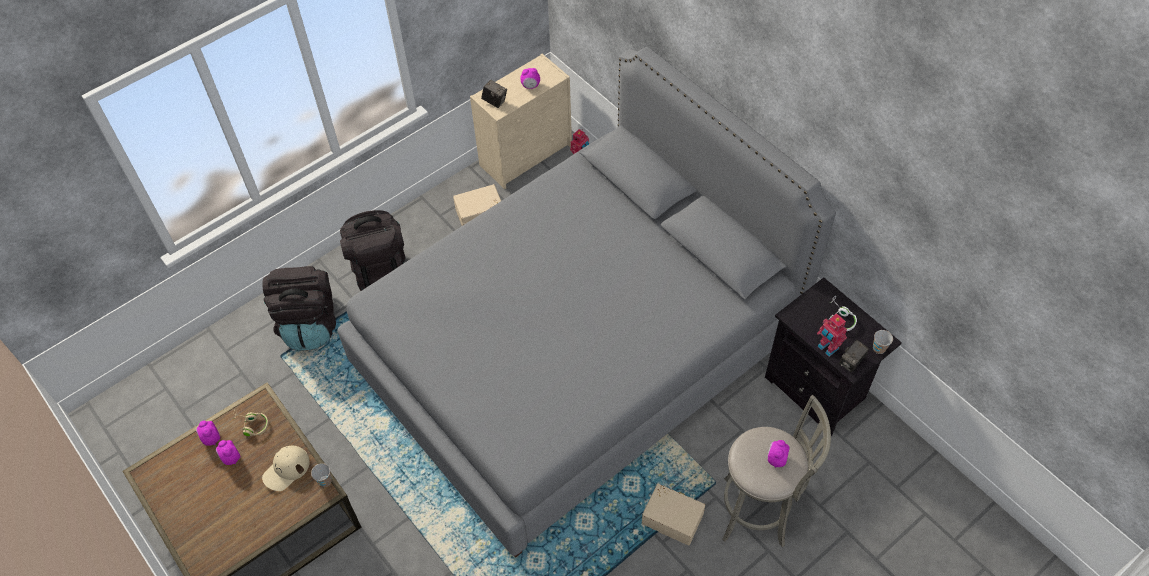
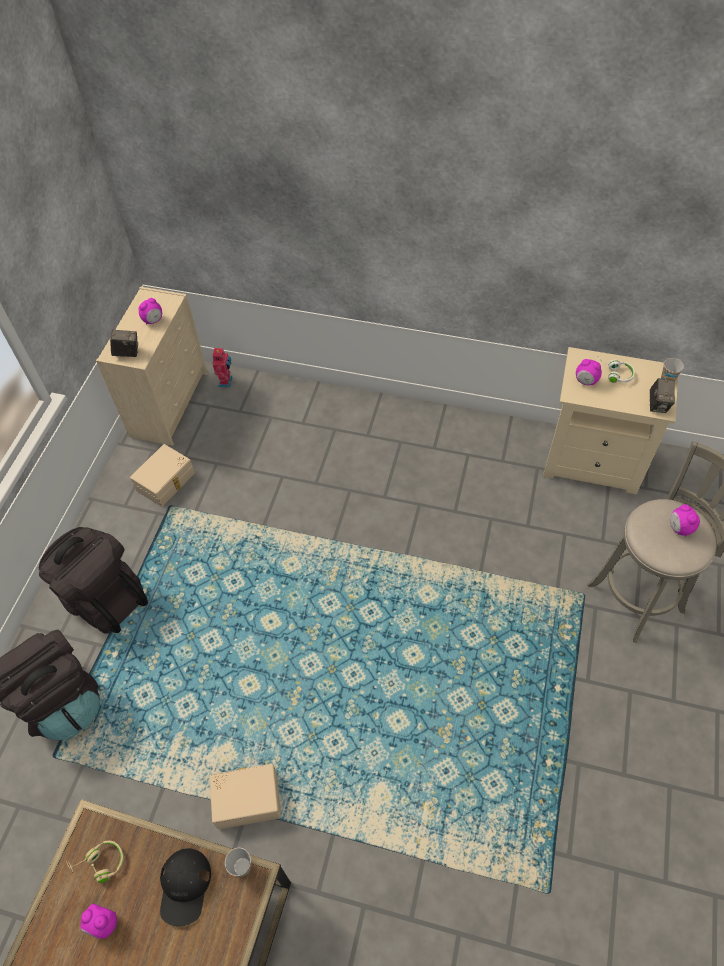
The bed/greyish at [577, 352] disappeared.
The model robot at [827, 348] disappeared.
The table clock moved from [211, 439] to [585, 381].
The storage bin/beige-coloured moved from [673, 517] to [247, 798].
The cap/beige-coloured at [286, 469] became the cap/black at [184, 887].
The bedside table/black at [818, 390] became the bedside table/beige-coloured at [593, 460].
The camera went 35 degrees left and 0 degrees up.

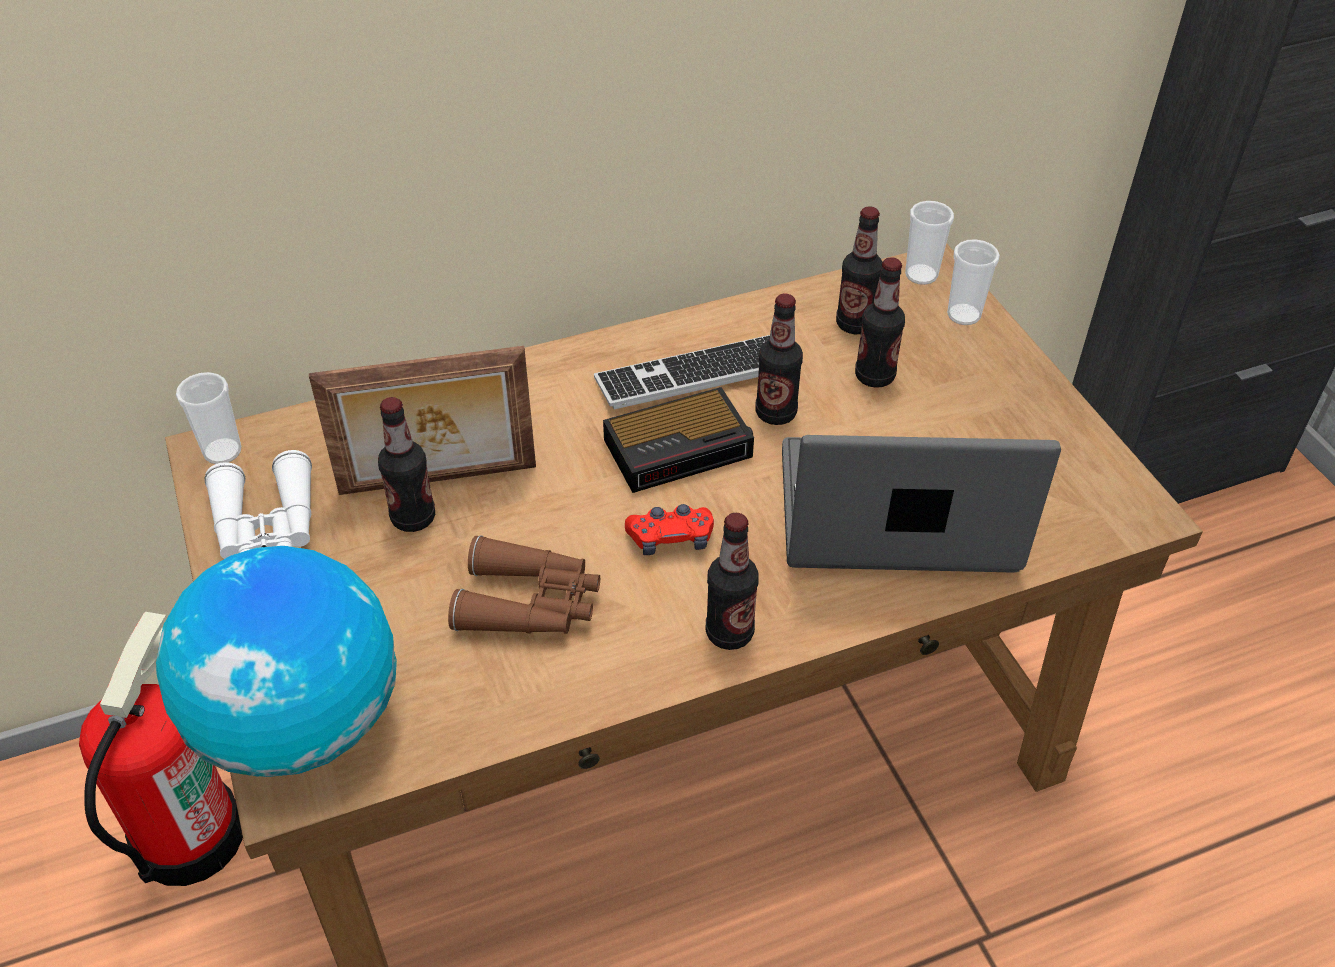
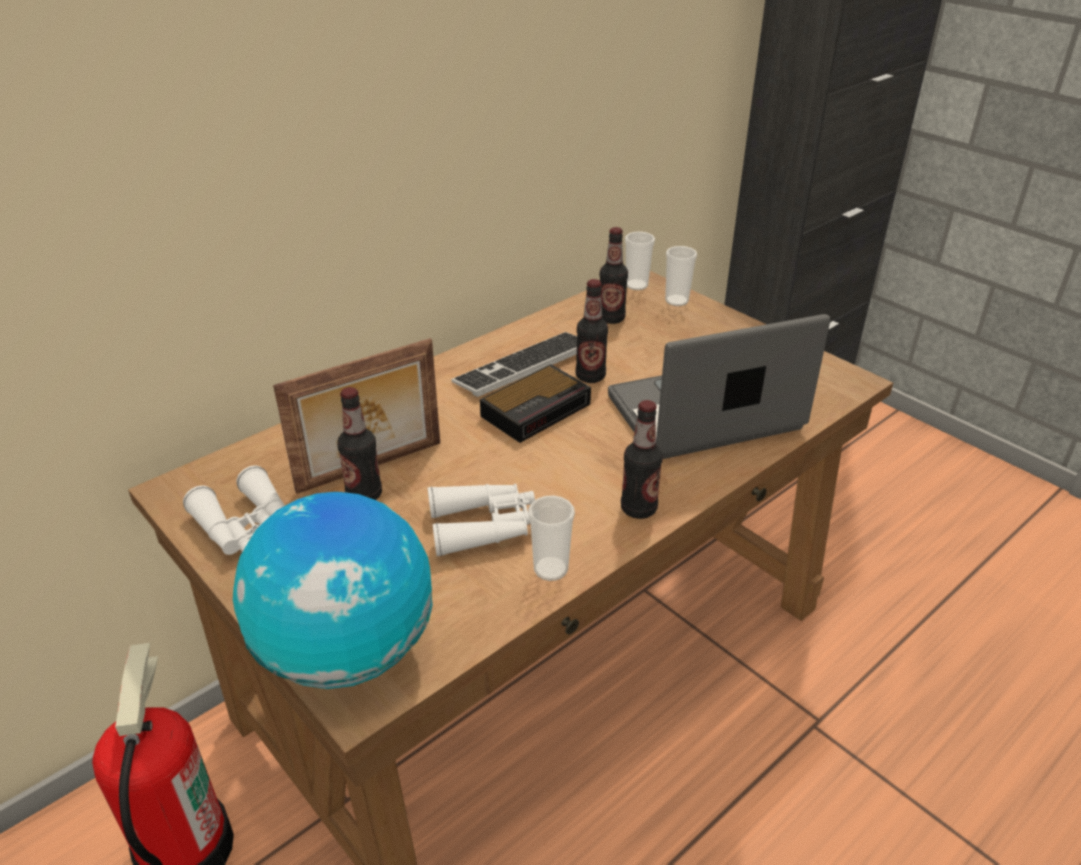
The game controller/red at [671, 538] disappeared.
The drink bottle at [874, 376] disappeared.
The small cup moved from [222, 452] to [550, 569].
The pair of binoculars/brown-coloured at [530, 603] became the pair of binoculars/whitish at [485, 526].
The camera went 20 degrees left and 10 degrees down.

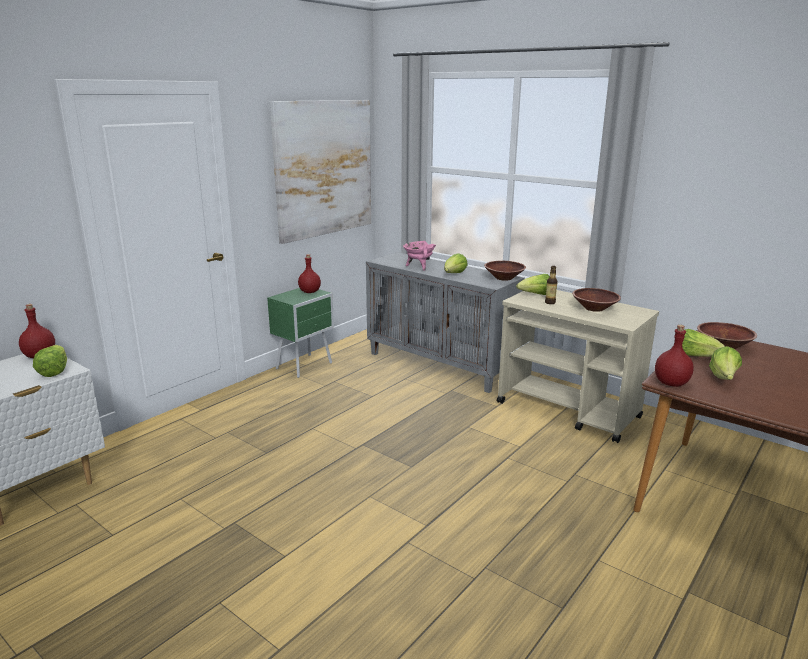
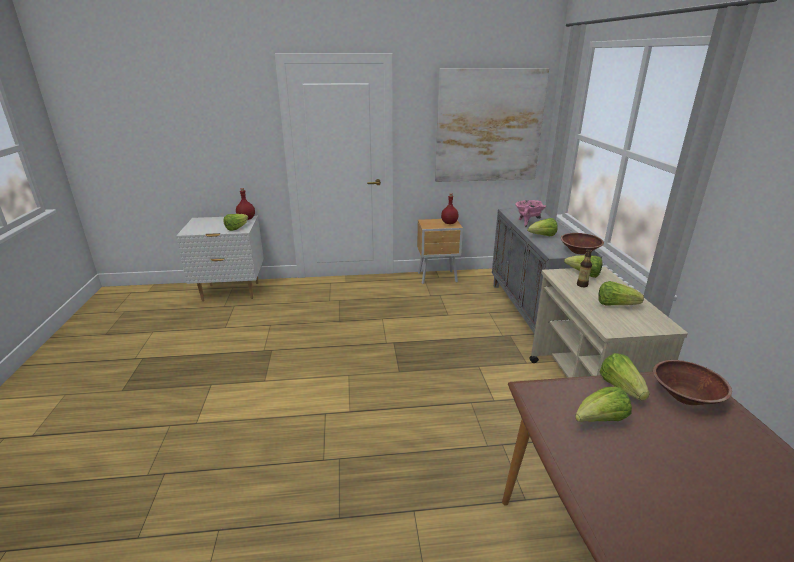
The drink bottle/red at [670, 383] disappeared.
The deep dish/brown-coloured at [594, 308] was replaced by the head of lettuce at [615, 305].
The bedside table/greenish at [305, 366] became the bedside table/brown-coloured at [438, 278].
The camera went 45 degrees right and 5 degrees up.

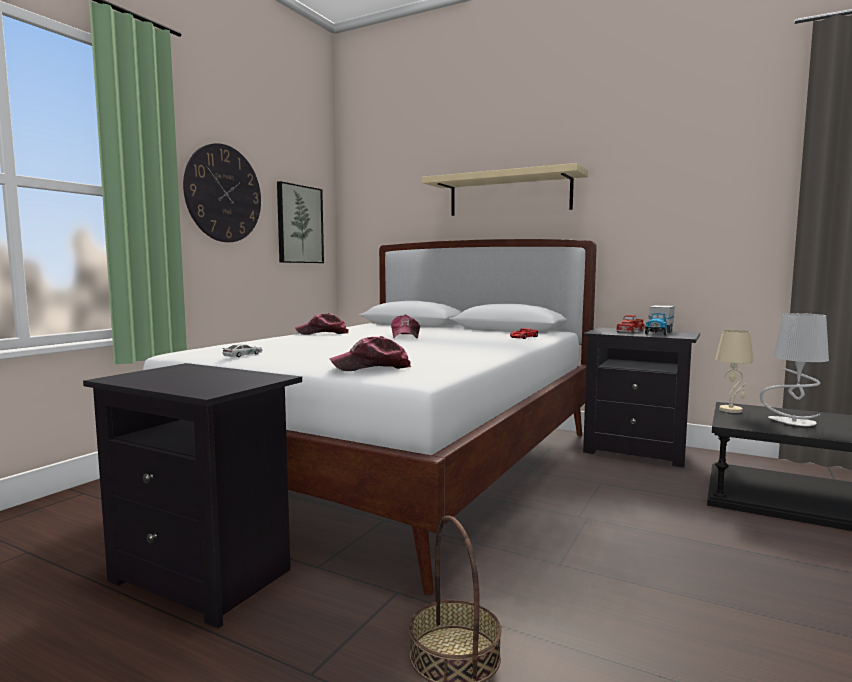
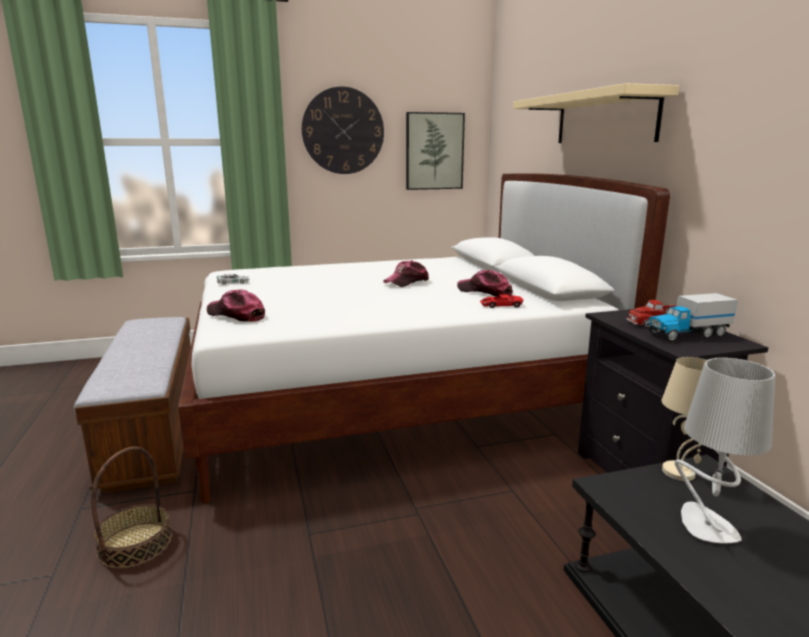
The cap moved from [322, 333] to [485, 292].
The bedside table/black at [206, 576] was replaced by the bench at [154, 429].
The camera went 45 degrees right and 10 degrees up.

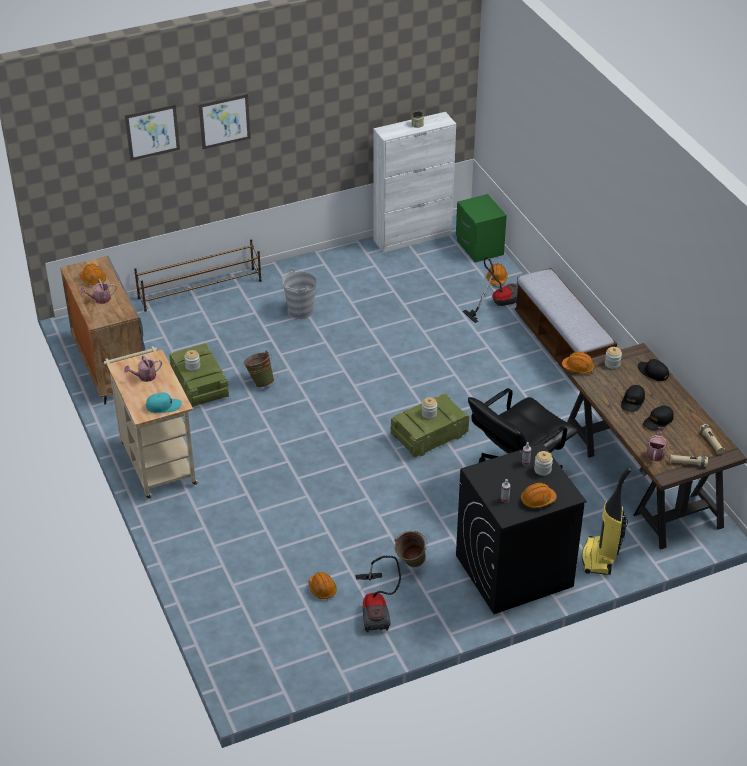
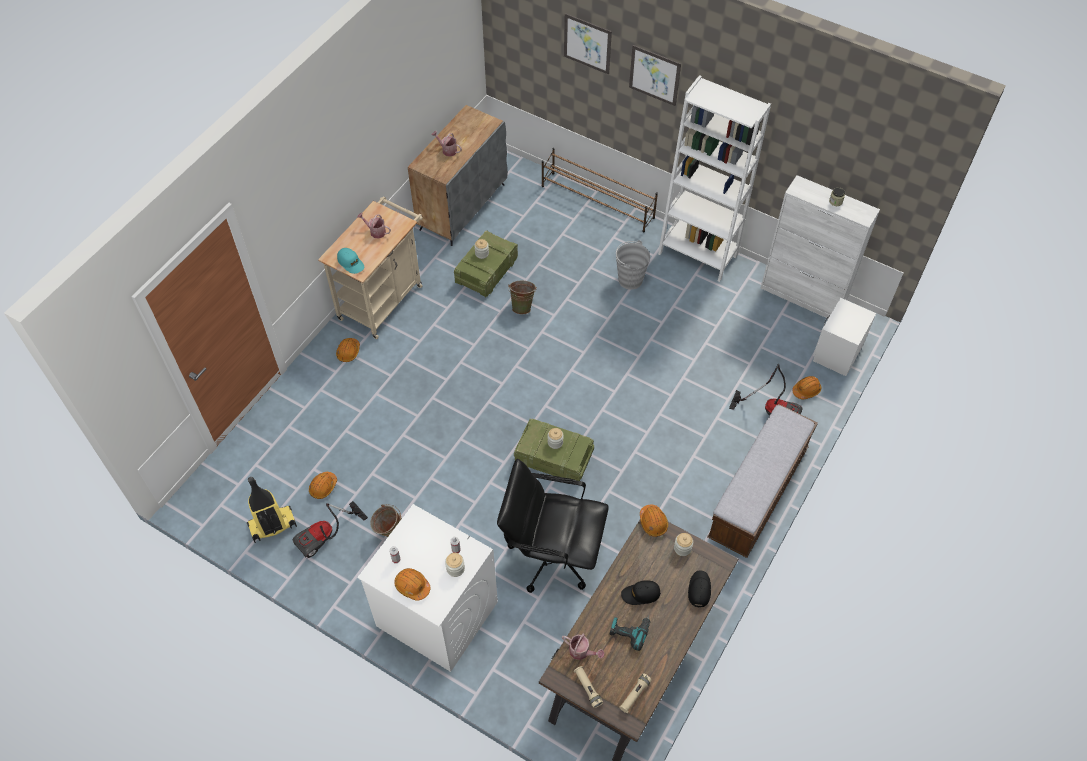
The shelving unit/whitish at [697, 254] appeared.
The safety helmet/orangey moved from [93, 279] to [348, 352].
The vacuum moved from [600, 558] to [272, 526].
The cap/black at [658, 421] was replaced by the electric drill at [629, 631].
The bedside table/greenish at [478, 248] became the bedside table/whitish at [836, 352].
The washing machine/black at [513, 571] became the washing machine/whitish at [436, 614].
The watering can at [655, 453] turned 45 degrees clockwise.
The camera went 55 degrees right and 15 degrees up.

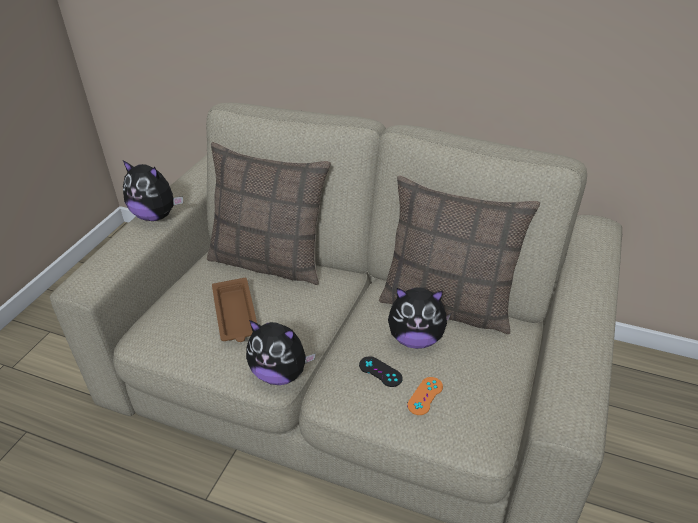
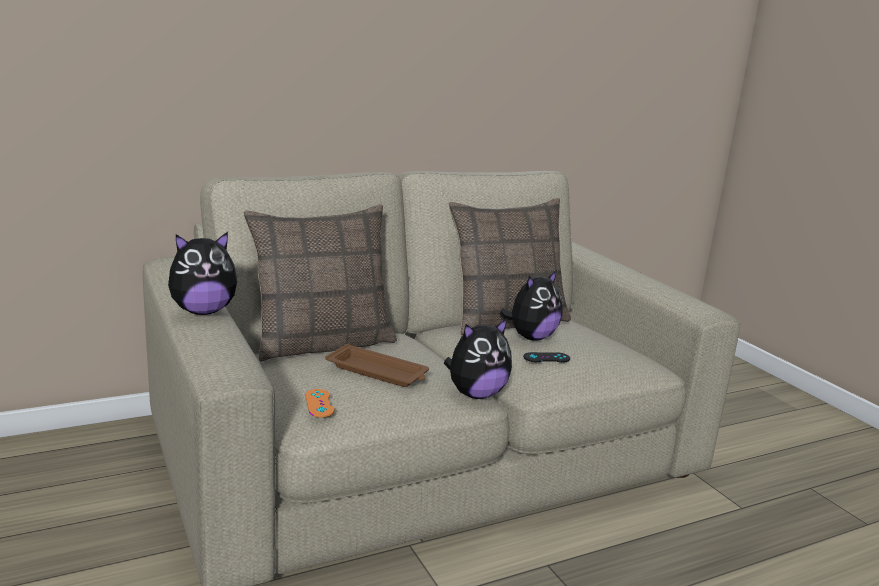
The game controller/orangey moved from [425, 396] to [319, 403].
The camera went 50 degrees left and 20 degrees down.

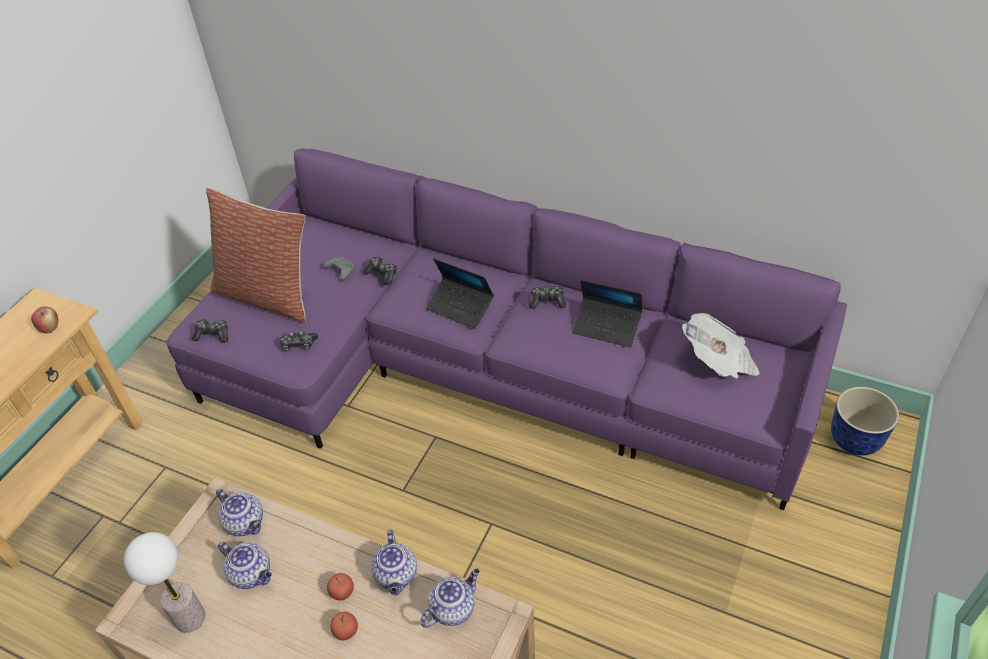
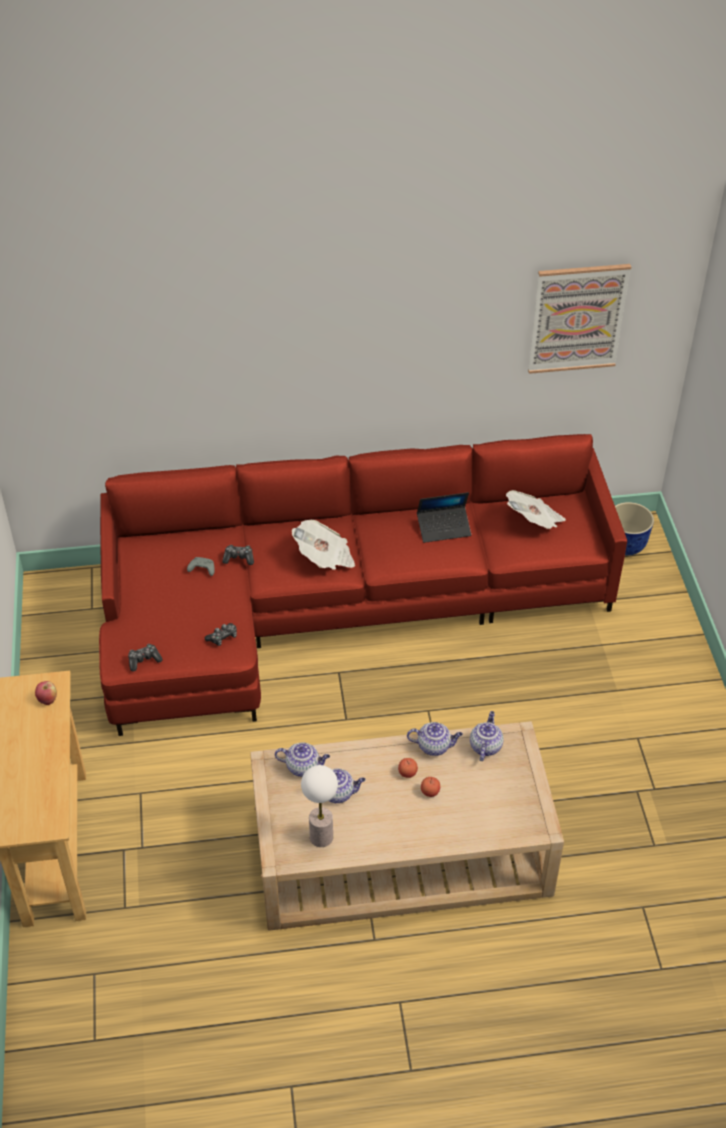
The cushion at [268, 295] disappeared.
The game controller at [547, 301] disappeared.
The wall picture at [577, 318] appeared.
The laptop at [460, 307] was replaced by the daily paper at [325, 558].
The couch/purple-coloured at [484, 368] became the couch/red at [334, 607].
The pot for tea at [397, 575] turned 45 degrees counterclockwise.
The camera went 35 degrees left and 0 degrees up.

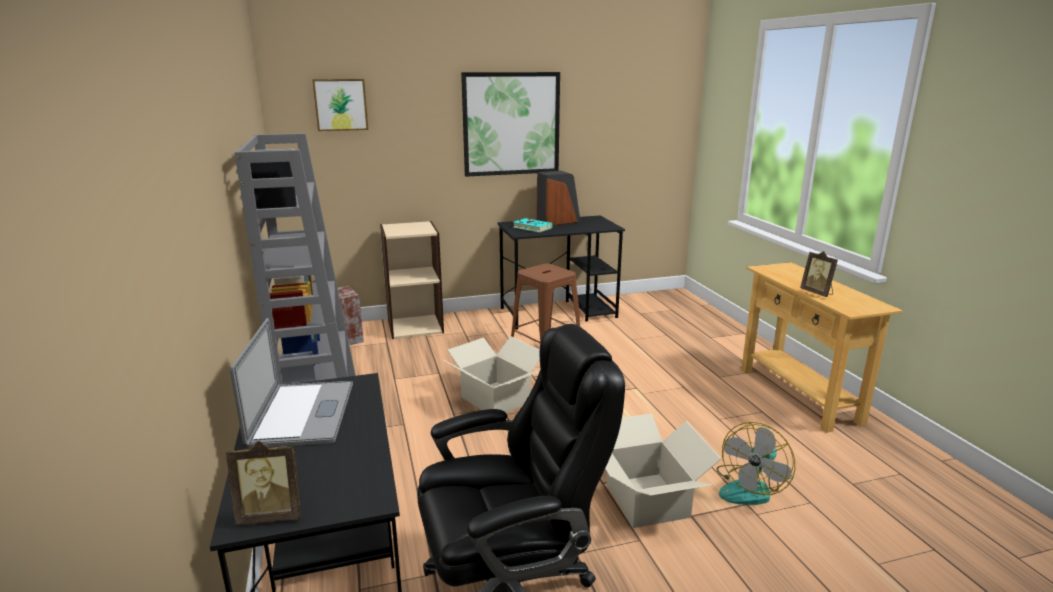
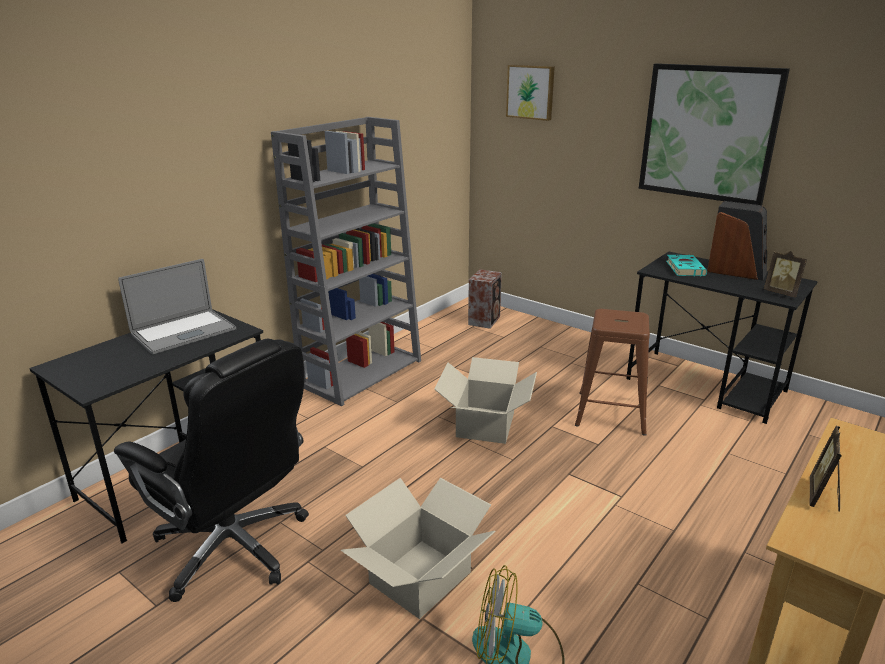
The shelving unit/beige-coloured at [415, 326] disappeared.
The standing frame moved from [272, 514] to [782, 293].
The camera went 55 degrees right and 5 degrees up.

